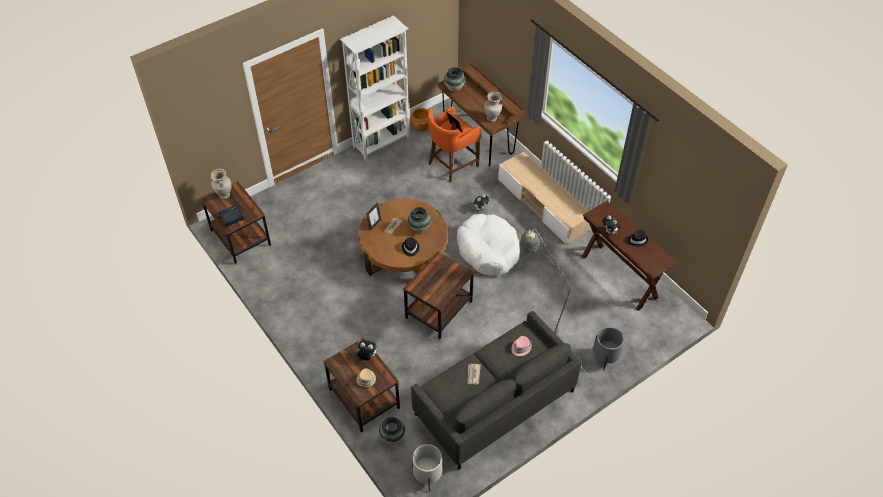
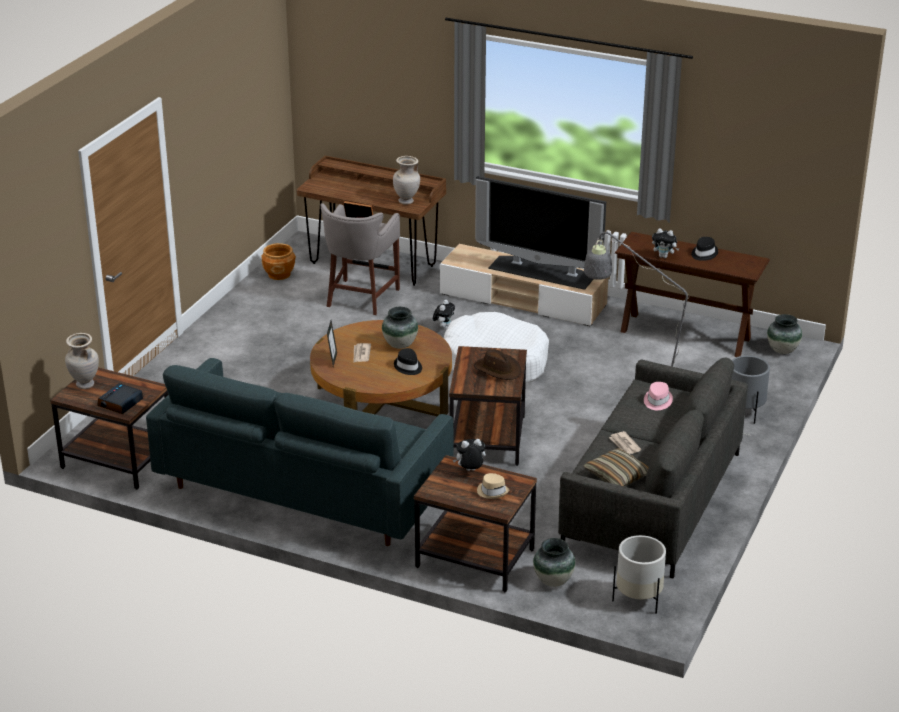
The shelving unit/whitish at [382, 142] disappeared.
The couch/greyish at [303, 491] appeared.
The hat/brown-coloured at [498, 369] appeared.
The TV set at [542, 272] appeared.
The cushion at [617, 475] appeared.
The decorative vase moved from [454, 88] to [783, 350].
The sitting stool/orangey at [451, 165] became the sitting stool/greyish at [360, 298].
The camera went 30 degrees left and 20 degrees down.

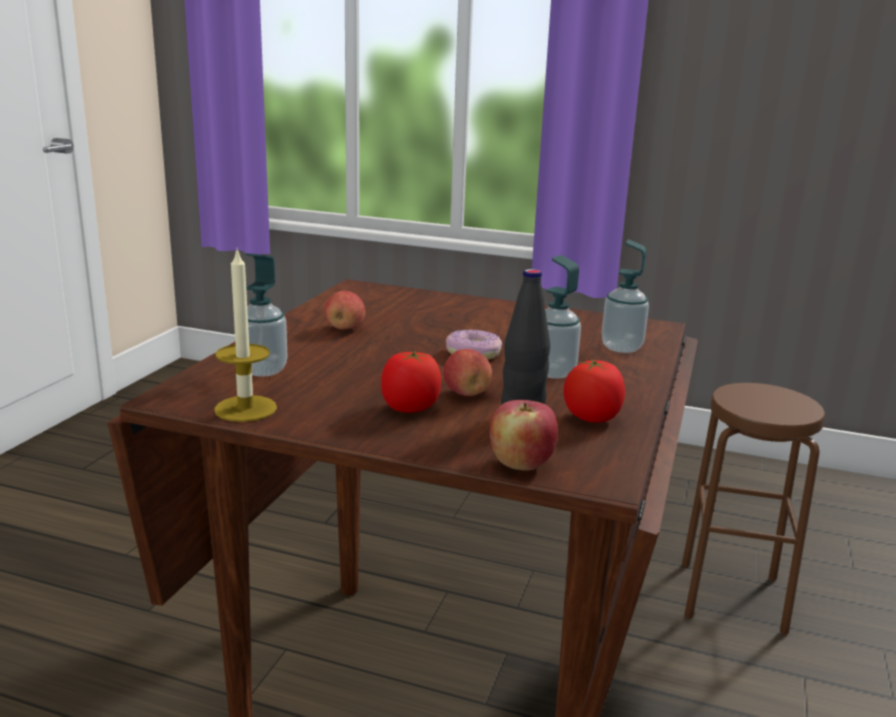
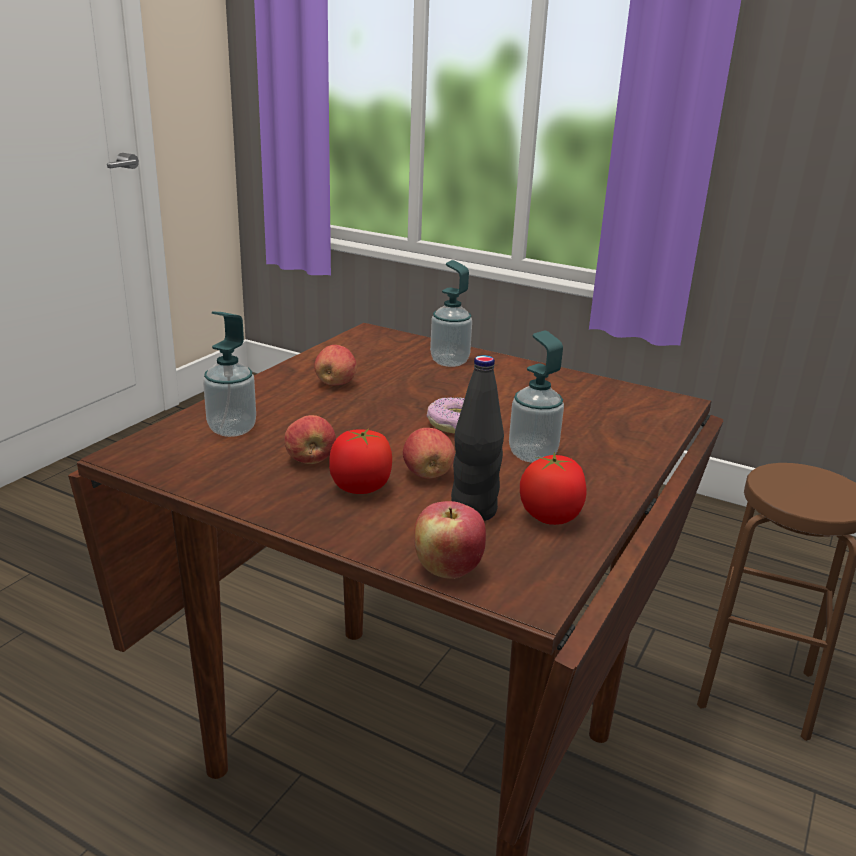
The candle at [245, 408] disappeared.
The whole apple at [310, 460] appeared.
The liquid soap bottle moved from [621, 347] to [449, 361].
The camera went 10 degrees right and 5 degrees up.

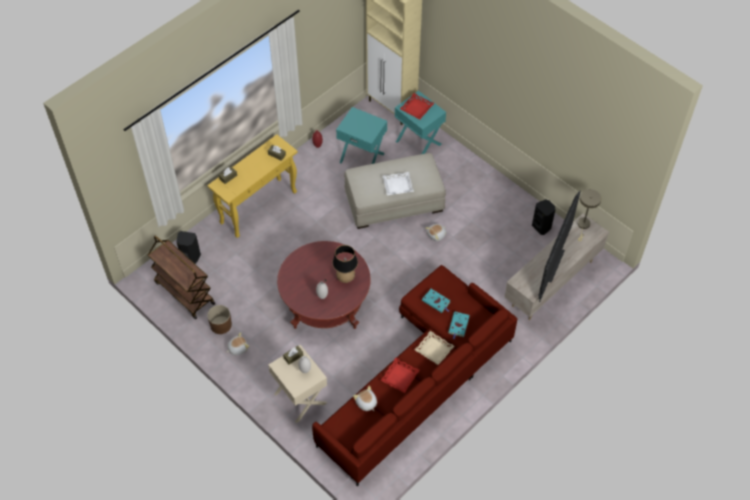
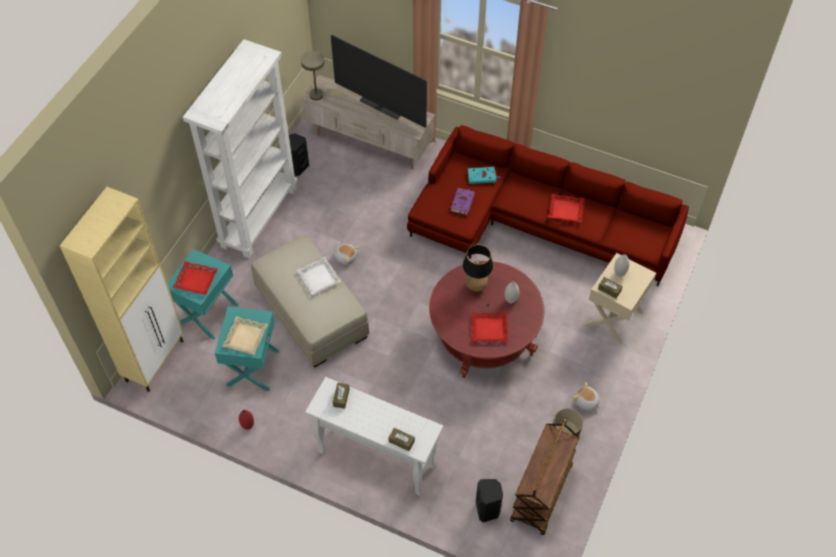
The plush toy at [366, 403] disappeared.
The shelving unit/whitish at [259, 216] appeared.
The serving tray/red at [489, 329] appeared.
The serving tray/beige-coloured moved from [434, 349] to [245, 337].
The hall table/yellowish at [259, 207] became the hall table/whitish at [375, 459].
The bound book/turquoise-coloured at [436, 302] became the bound book/purple-coloured at [462, 202].
The TV set at [554, 265] turned 150 degrees counterclockwise.
The camera went 110 degrees left and 0 degrees up.

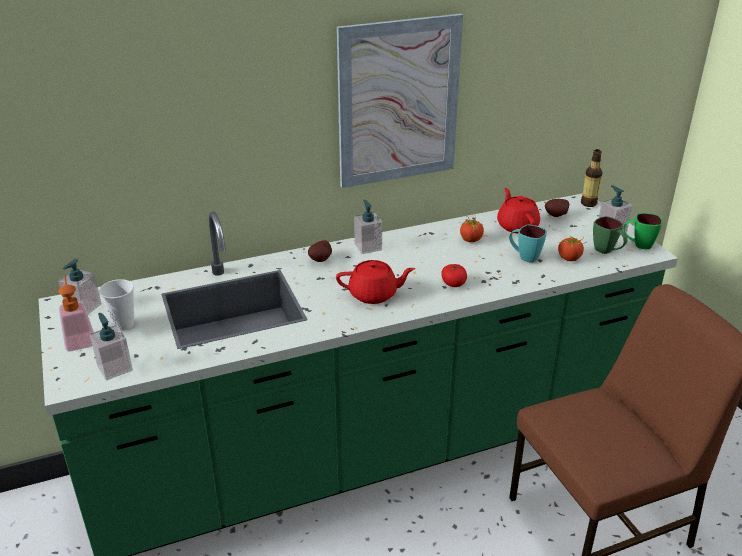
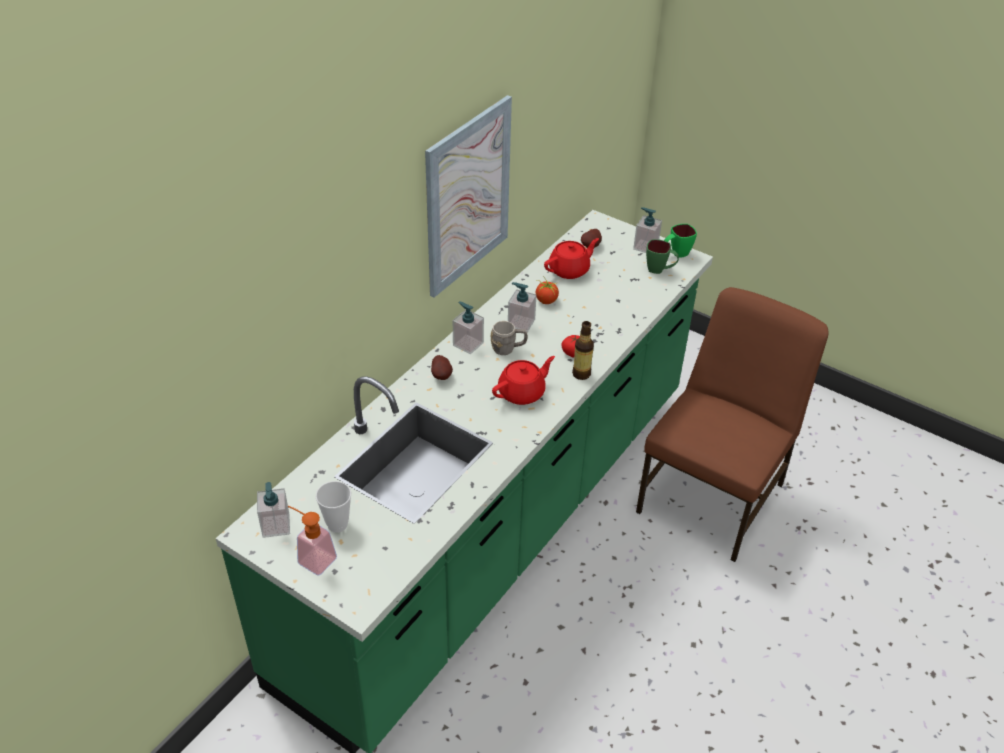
The tea mug/turquoise-coloured at [524, 257] disappeared.
The fresh tomato at [569, 258] disappeared.
The tea mug/greyish at [508, 349] appeared.
The liquid soap bottle moved from [115, 368] to [521, 323].
The drink bottle moved from [588, 203] to [581, 374].
The pot for tea/red at [517, 226] turned 105 degrees clockwise.
The camera went 35 degrees left and 10 degrees up.

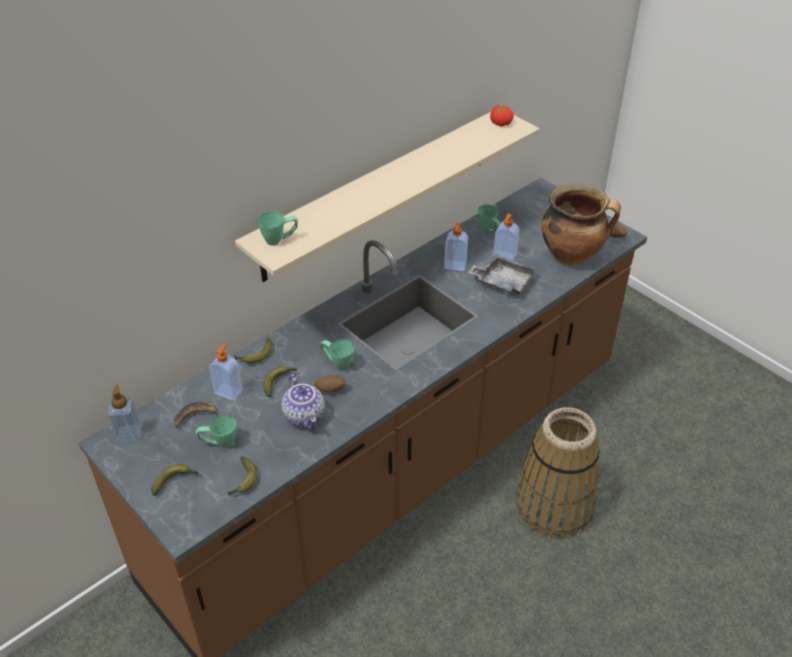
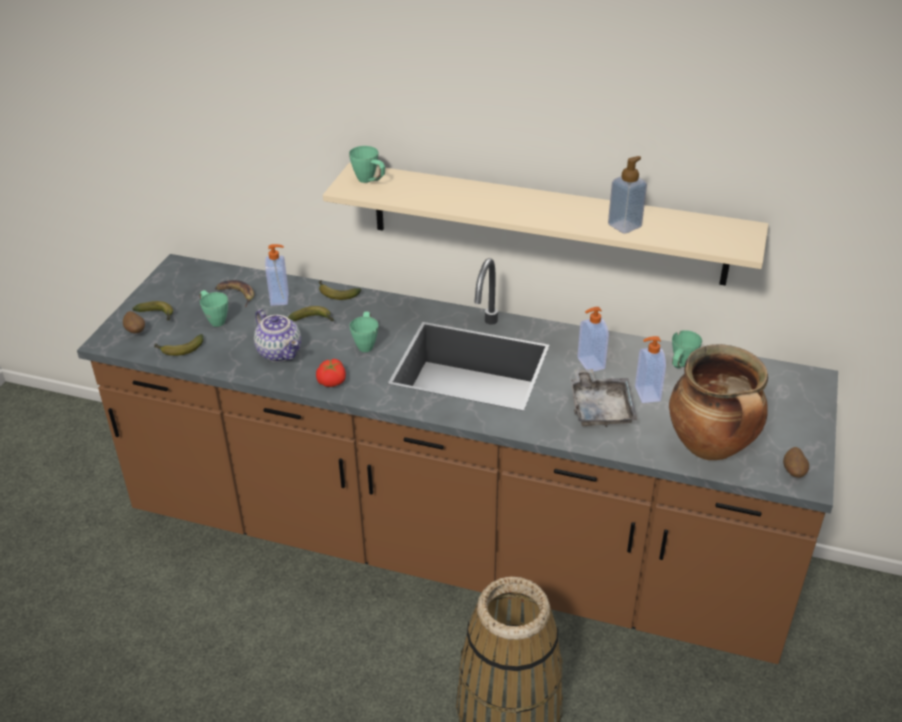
The liquid soap bottle moved from [129, 434] to [624, 225].
The spud moved from [330, 390] to [135, 331].
The fresh tomato moved from [501, 122] to [332, 381].
The pot for tea at [305, 416] turned 75 degrees counterclockwise.
The camera went 60 degrees right and 5 degrees down.

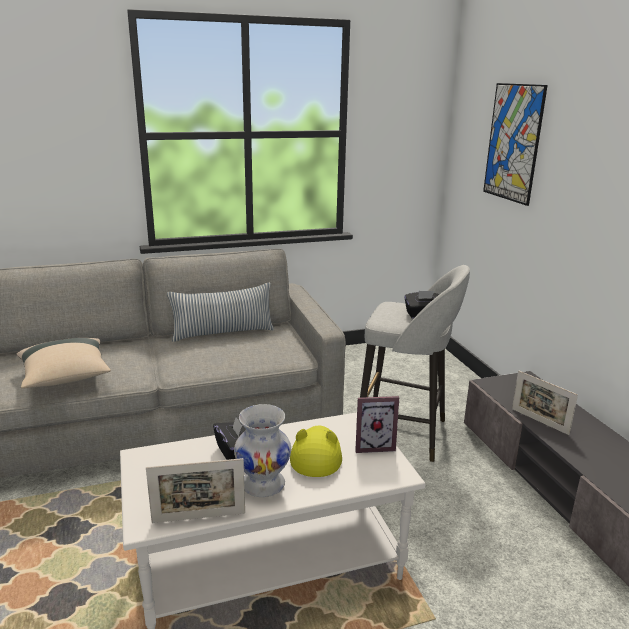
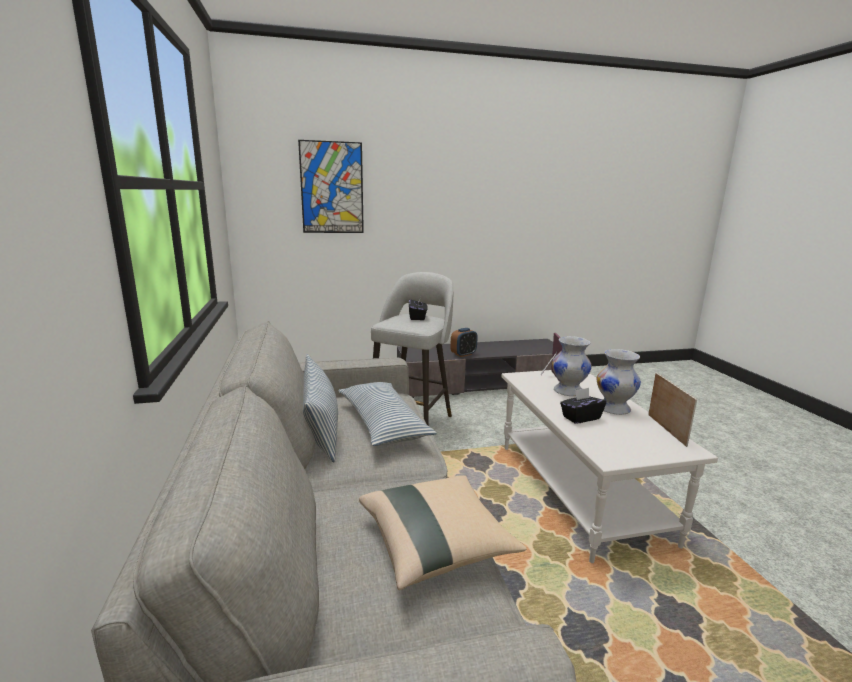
The cushion at [383, 423] appeared.
The hat/yellowish at [316, 455] was replaced by the decorative vase/whitish at [569, 391].
The standing frame at [539, 421] was replaced by the table clock at [463, 354].
The camera went 85 degrees left and 5 degrees down.

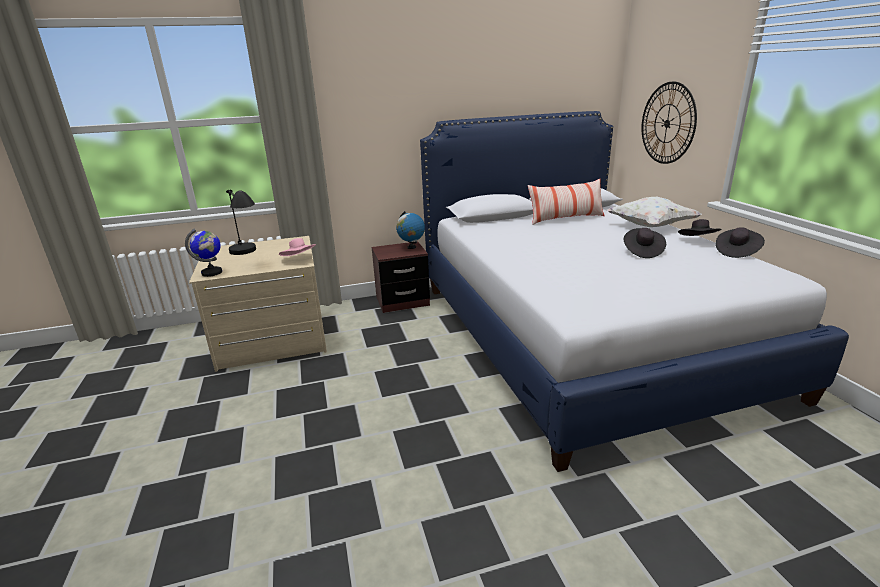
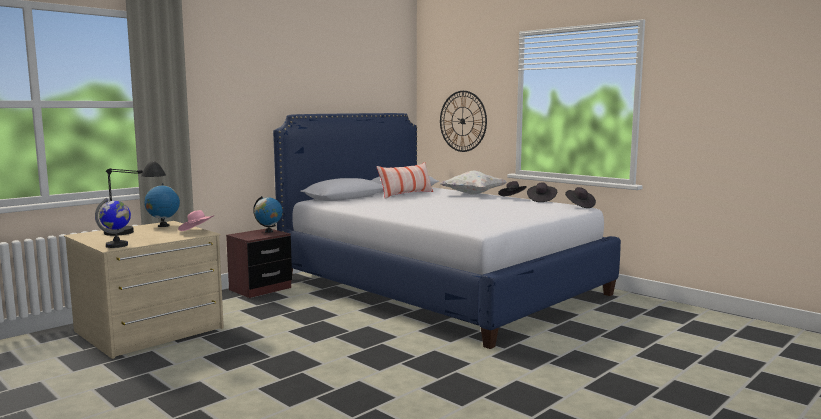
The globe at [163, 226] appeared.
The hat/black moved from [642, 251] to [579, 206].
The camera went 30 degrees left and 15 degrees down.

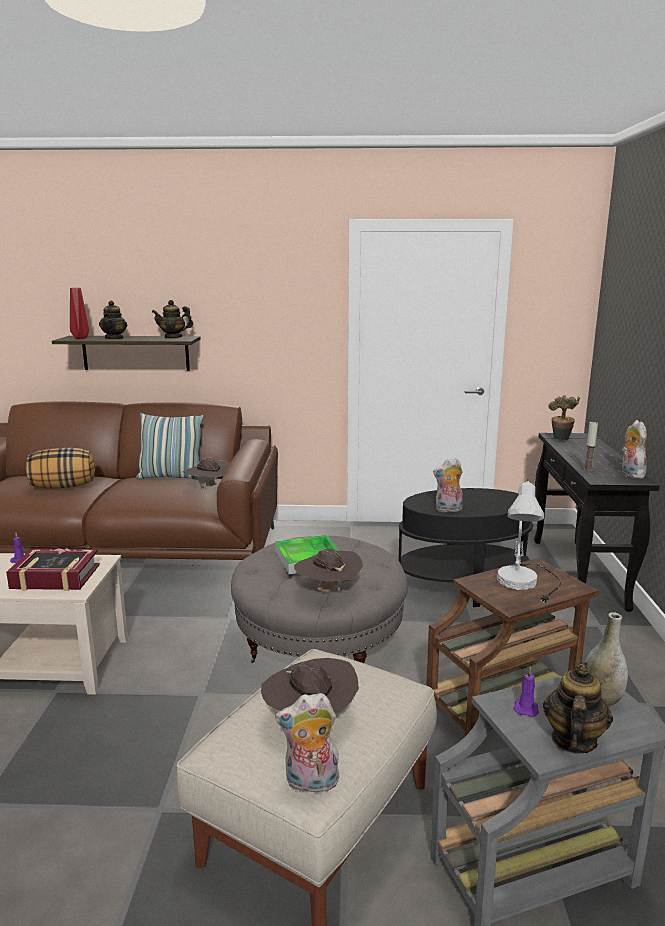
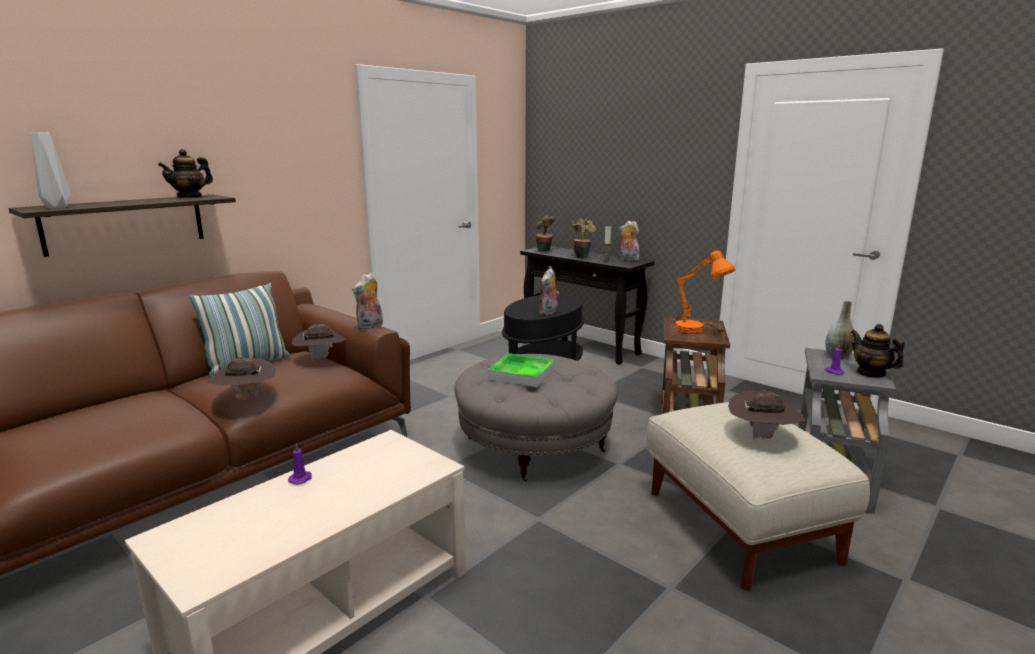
The bound book at [55, 577] disappeared.
The cushion at [63, 486] disappeared.
The pot for tea at [114, 338] disappeared.
The plant in a pot at [581, 257] appeared.
The plush toy moved from [310, 783] to [370, 327].
The hat/brown-coloured moved from [328, 590] to [245, 398].
The decorative vase/red at [80, 338] became the decorative vase/greyish at [55, 207].
The tabletop lamp/whitish at [528, 586] became the tabletop lamp/orangey at [698, 329].
The camera went 50 degrees left and 0 degrees up.

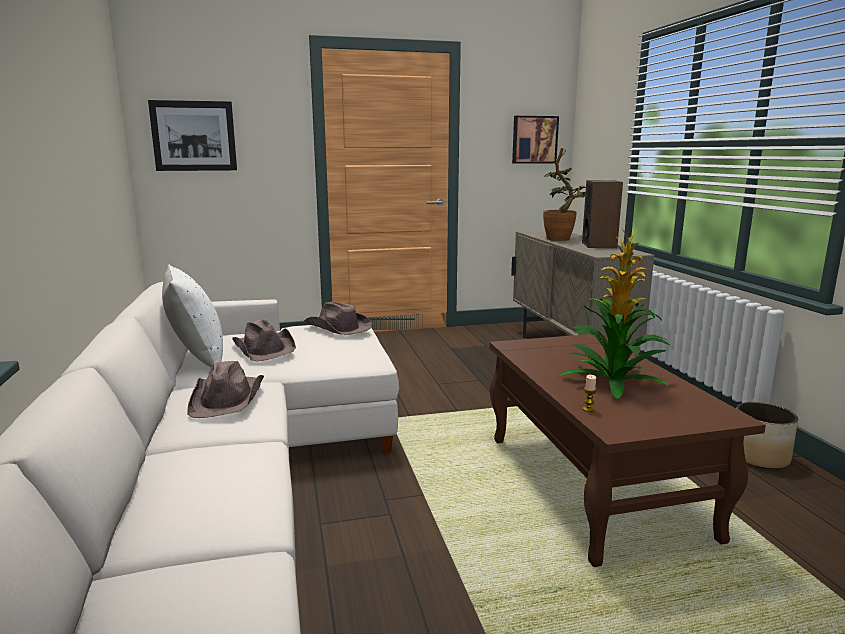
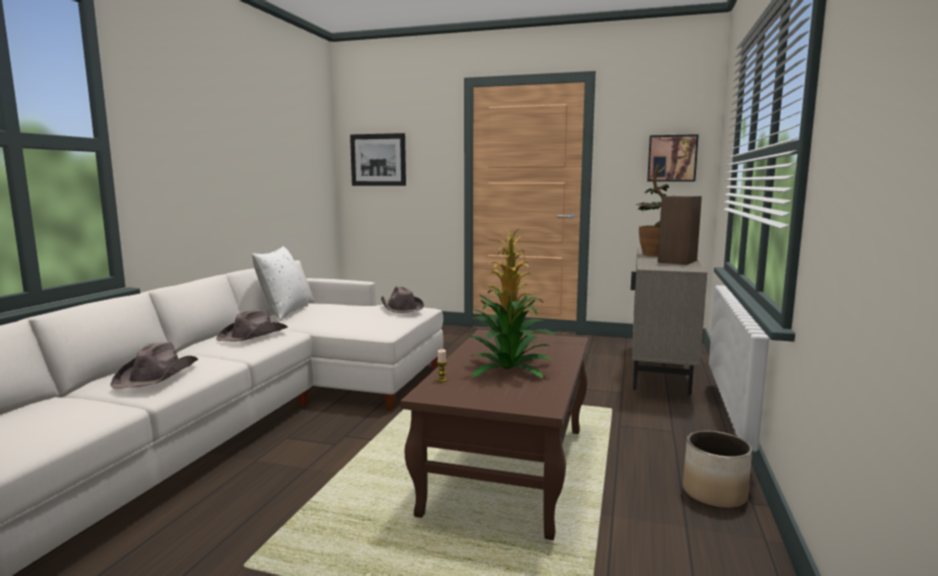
The hat/brown-coloured moved from [265, 348] to [157, 374].
The camera went 30 degrees right and 5 degrees down.

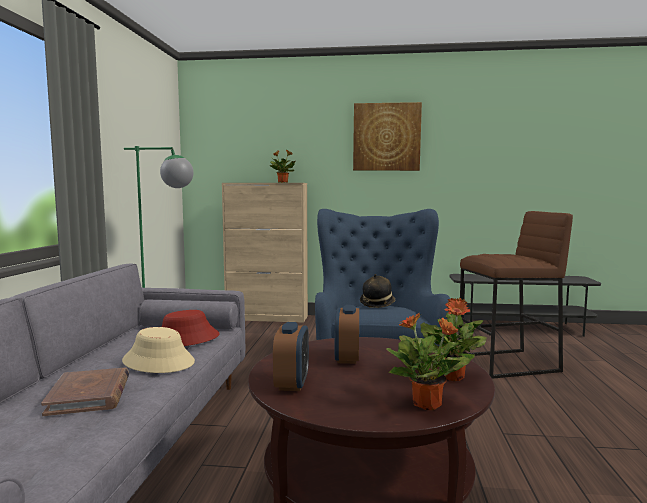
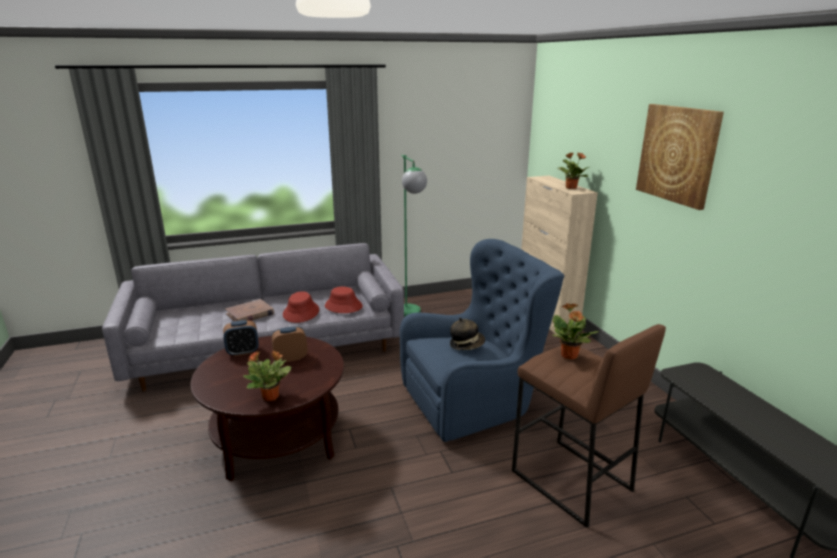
The plant in a pot moved from [428, 405] to [569, 356].
The hat/beige-coloured at [159, 361] became the hat/red at [301, 312].
The camera went 65 degrees right and 15 degrees up.

